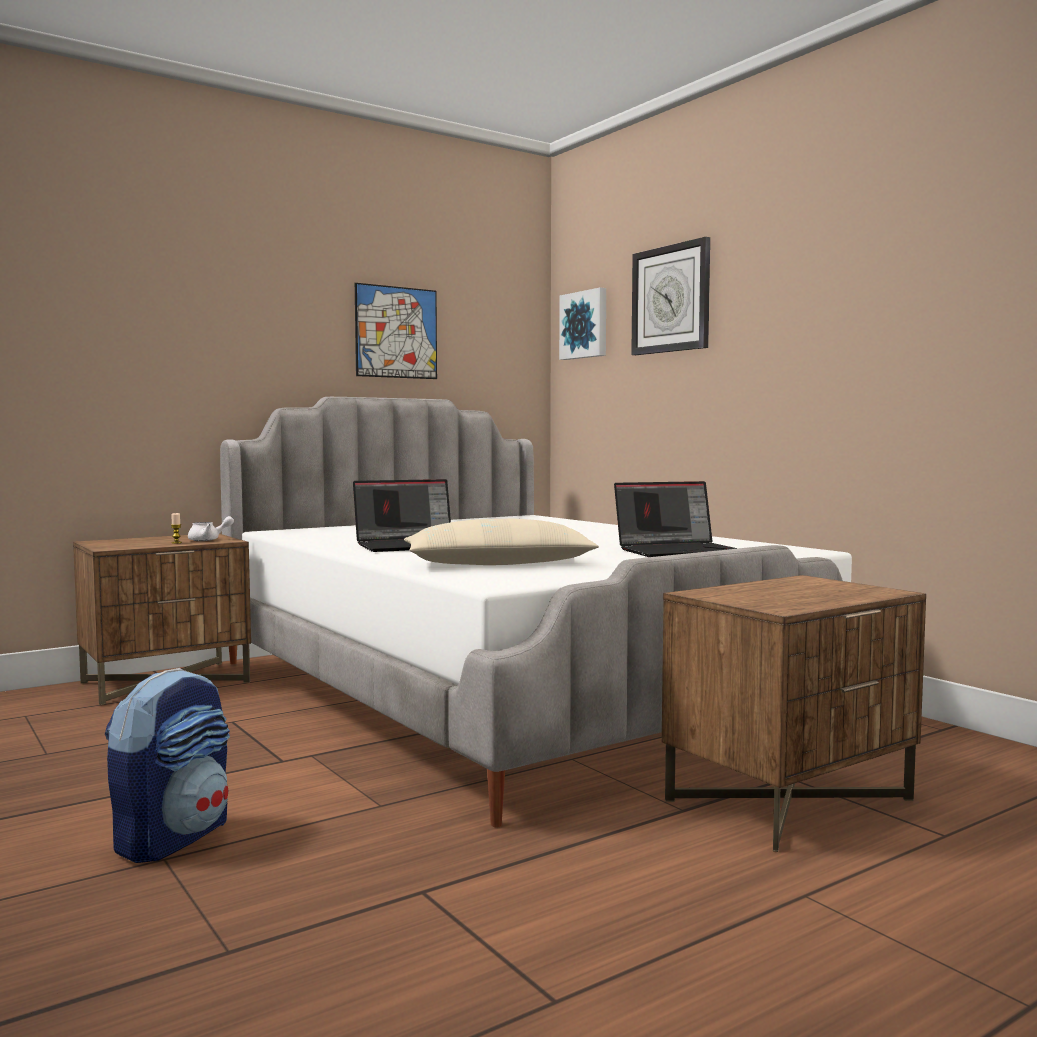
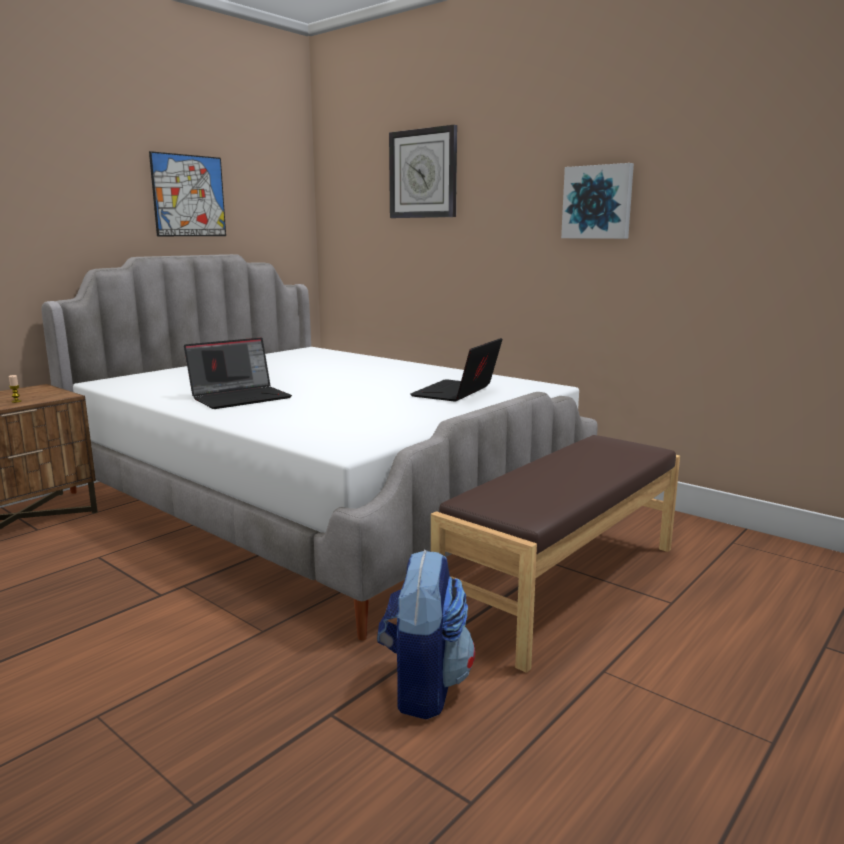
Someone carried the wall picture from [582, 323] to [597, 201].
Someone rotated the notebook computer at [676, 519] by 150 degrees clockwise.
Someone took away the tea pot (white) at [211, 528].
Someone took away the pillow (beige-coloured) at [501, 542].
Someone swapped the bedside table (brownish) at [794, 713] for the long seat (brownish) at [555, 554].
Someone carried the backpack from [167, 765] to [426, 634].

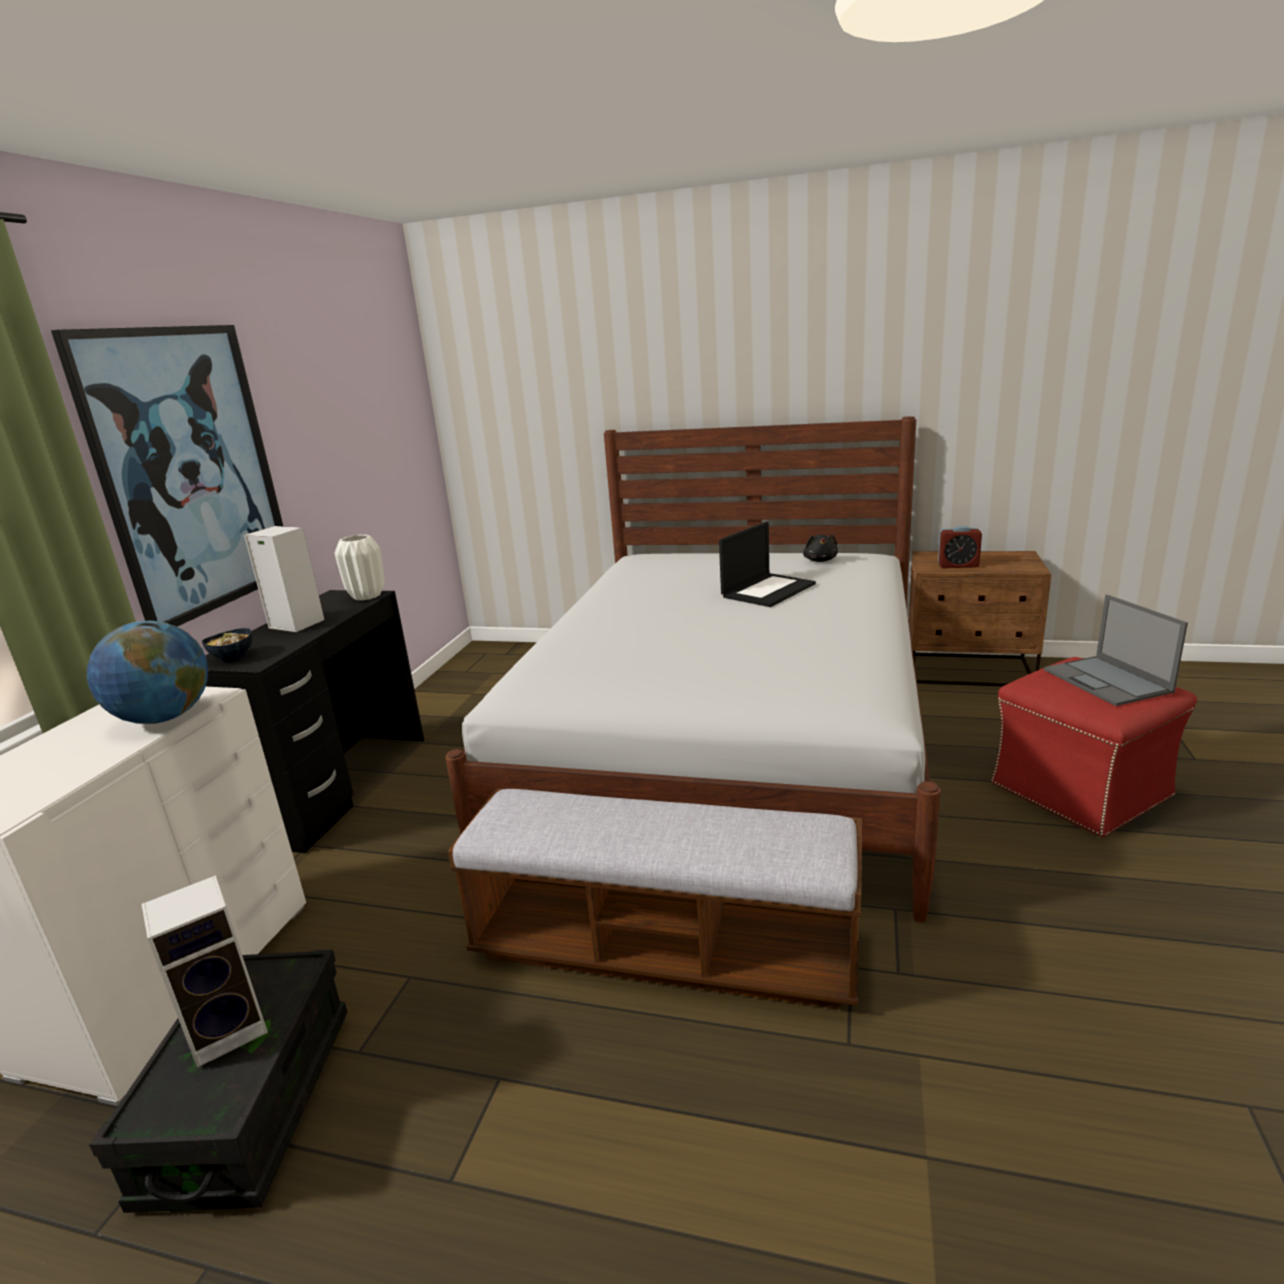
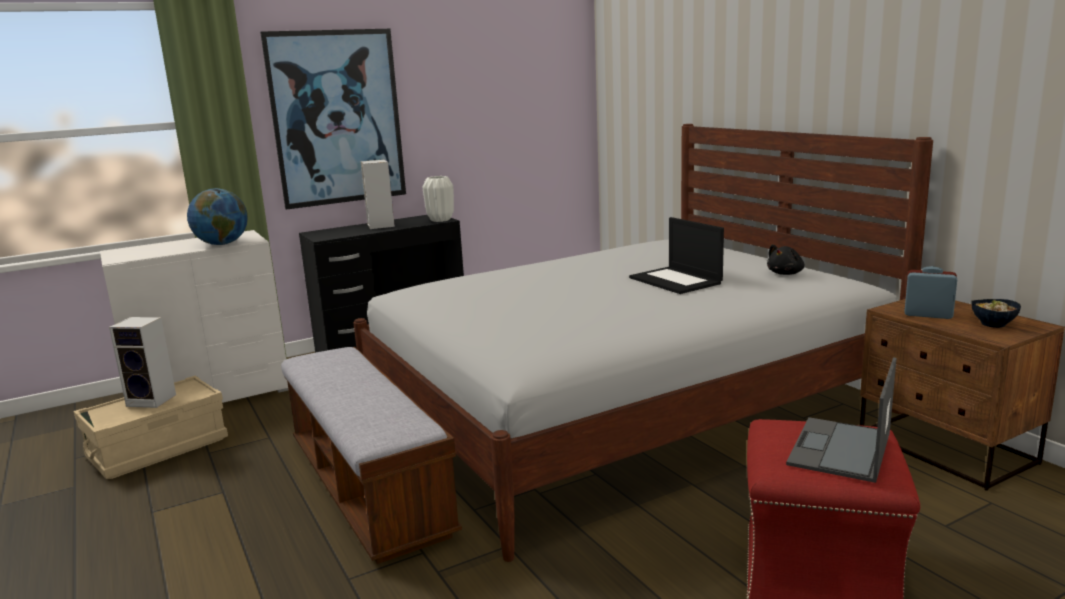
Someone rotated the notebook computer at [767, 564] by 60 degrees clockwise.
Someone rotated the table clock at [960, 547] by 150 degrees clockwise.
Someone carried the bowl from [227, 645] to [996, 313].
Someone repainted the storage bin (black-coloured) at [218, 1081], which became the storage bin (beige-coloured) at [150, 427].

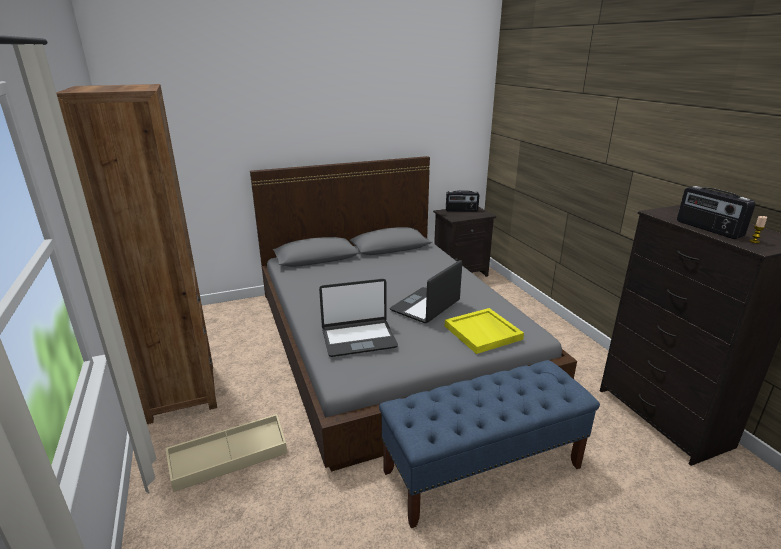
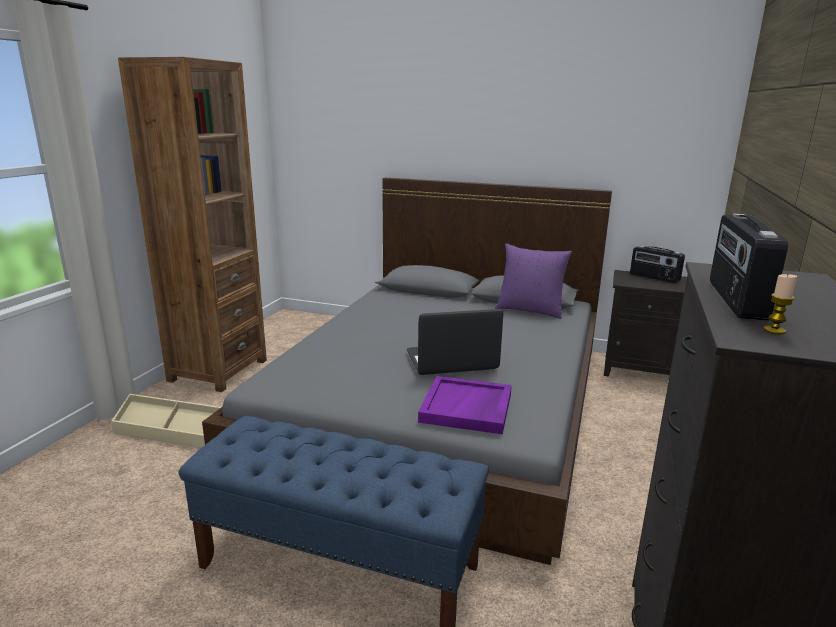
Someone took away the notebook computer at [358, 318].
Someone repainted the tray (yellow-coloured) at [484, 331], which became the tray (purple-coloured) at [465, 405].
Someone put down the pillow (purple-coloured) at [533, 281].

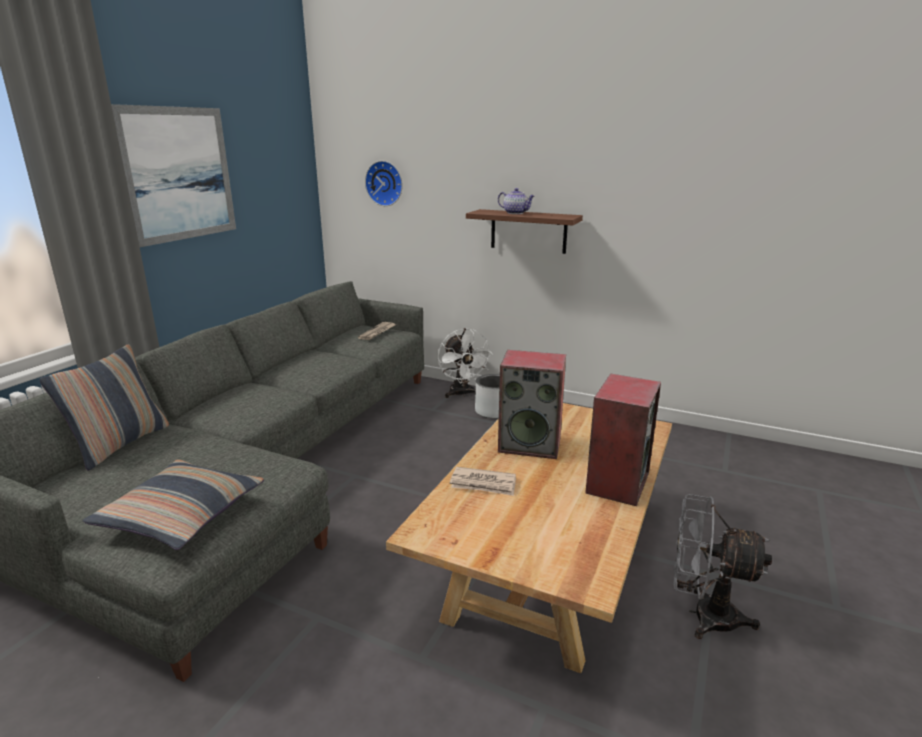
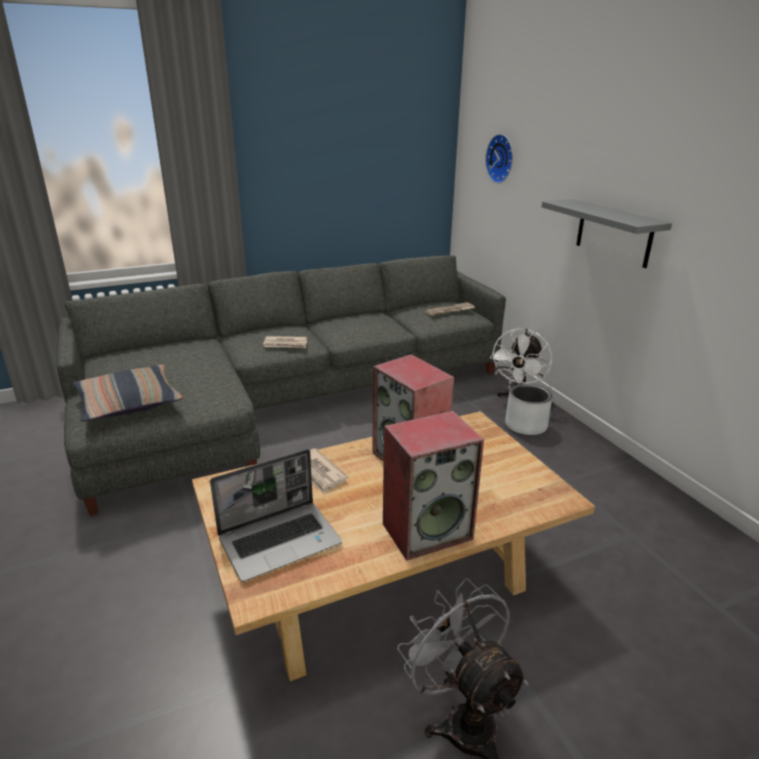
Someone took away the wall picture at [173, 175].
Someone took away the tea pot at [516, 201].
Someone repainted the bracket shelf (brownish) at [524, 231], which became the bracket shelf (gray) at [607, 233].
Someone took away the pillow at [104, 407].
Someone put down the newspaper at [285, 342].
Someone put down the notebook computer at [276, 515].

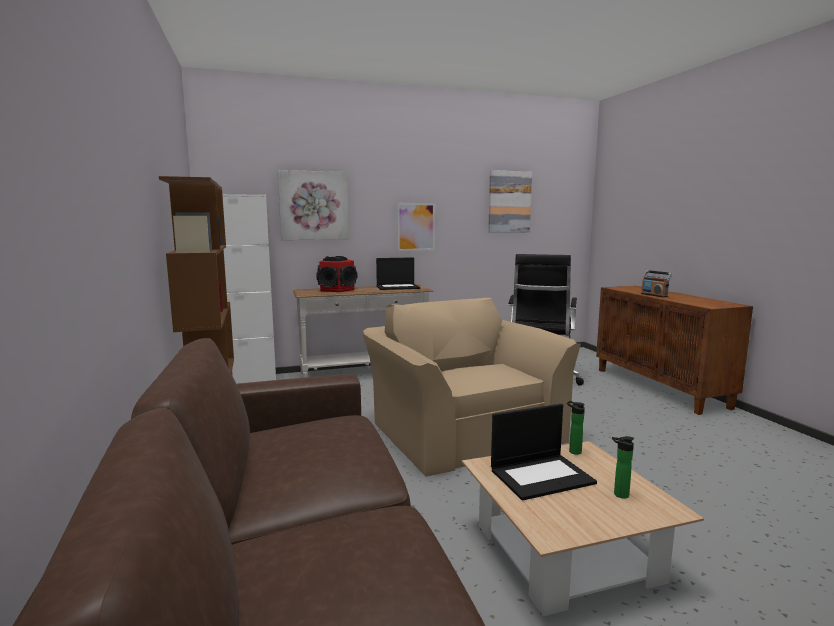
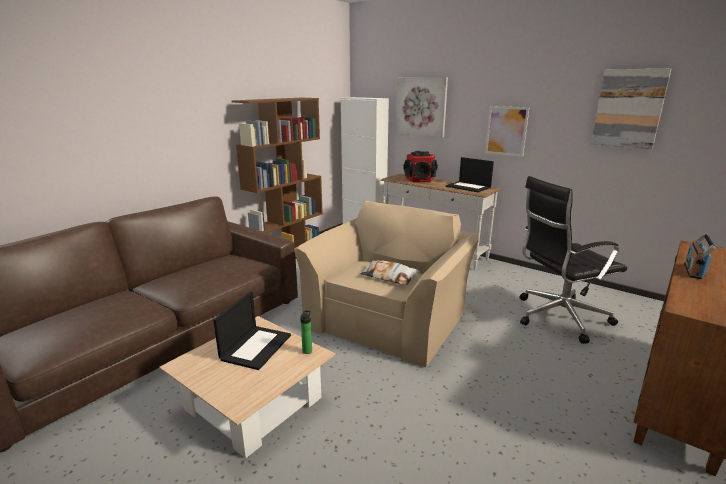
Someone rotated the notebook computer at [544, 452] by 105 degrees counterclockwise.
Someone took away the beverage bottle at [623, 467].
Someone put down the pillow at [390, 272].

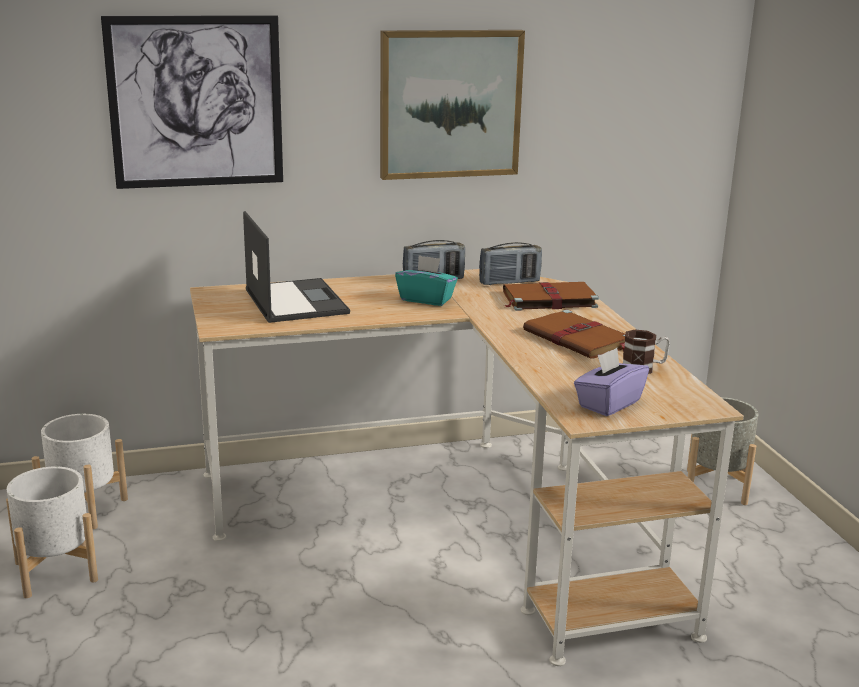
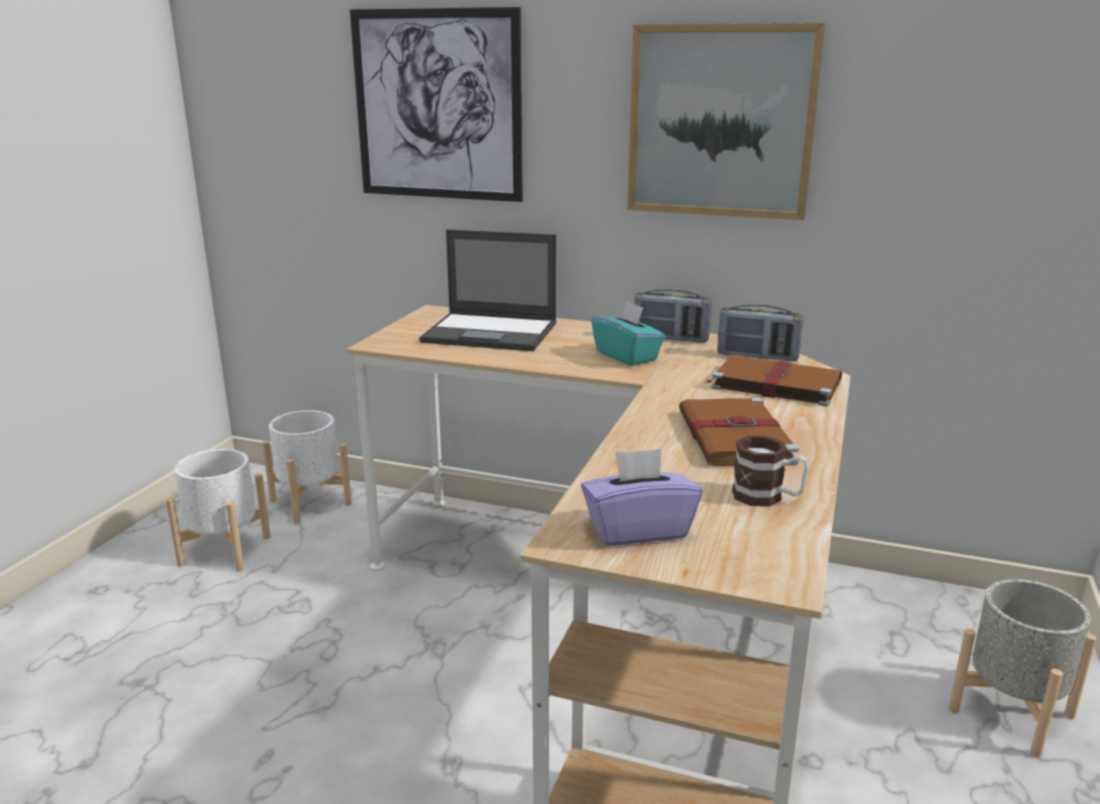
Someone rotated the notebook computer at [296, 267] by 90 degrees clockwise.

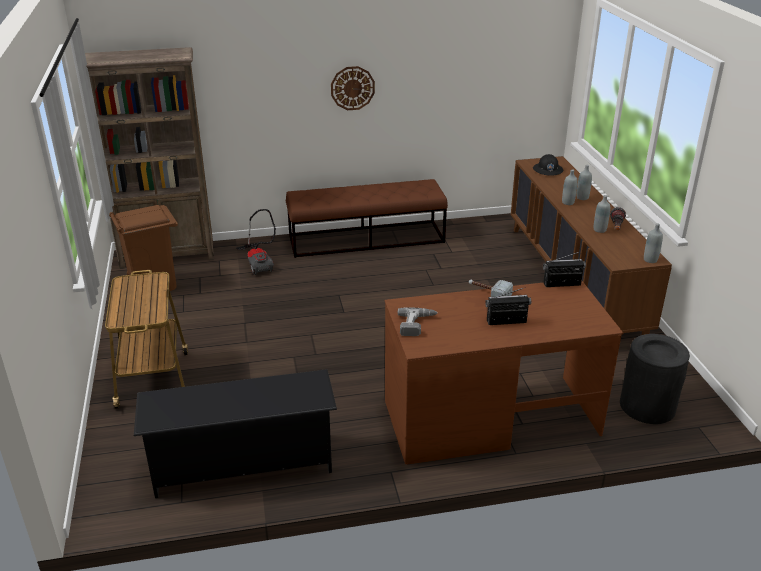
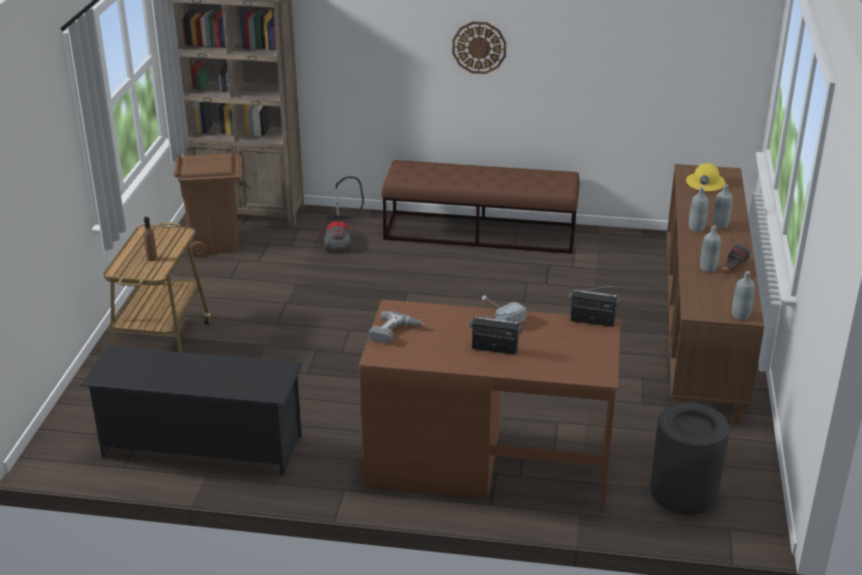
Someone repainted the hard hat (black-coloured) at [548, 164], which became the hard hat (yellow-coloured) at [706, 177].
Someone put down the beverage bottle (brownish) at [150, 238].

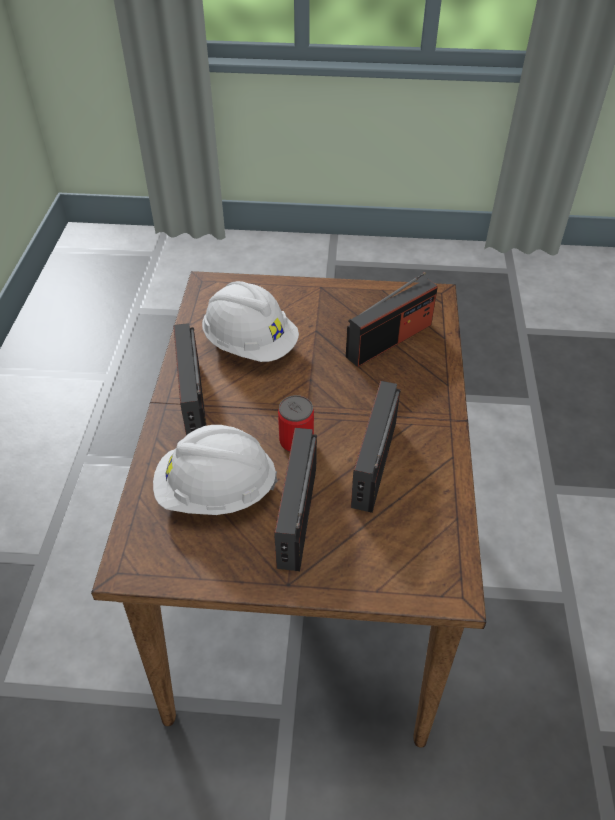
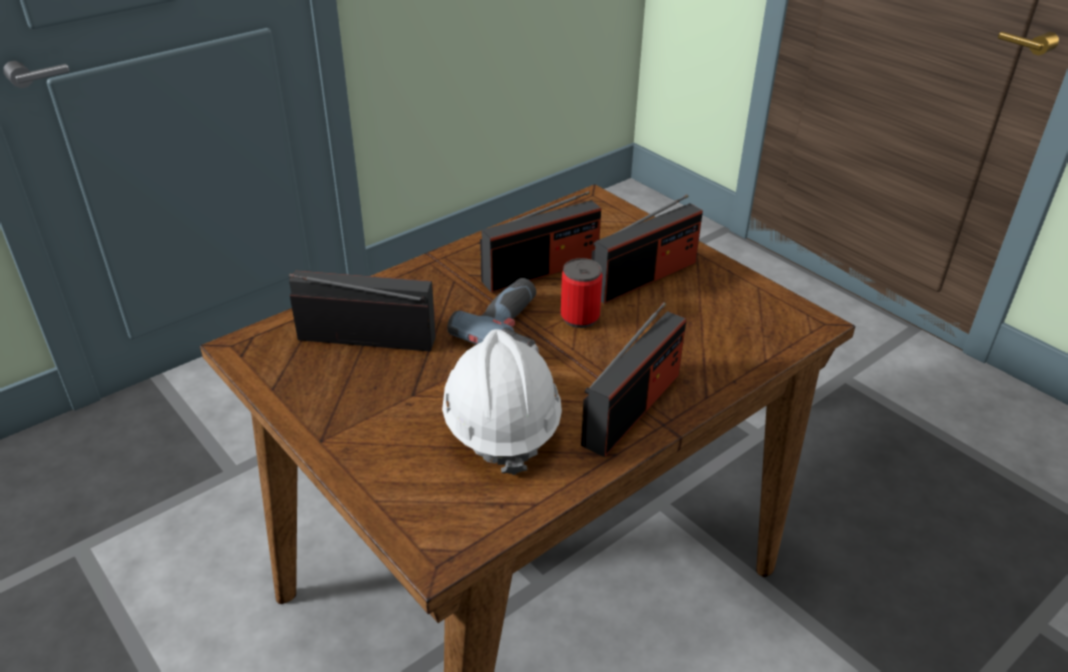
Someone took away the hard hat (white) at [215, 470].
Someone put down the power drill at [493, 315].

